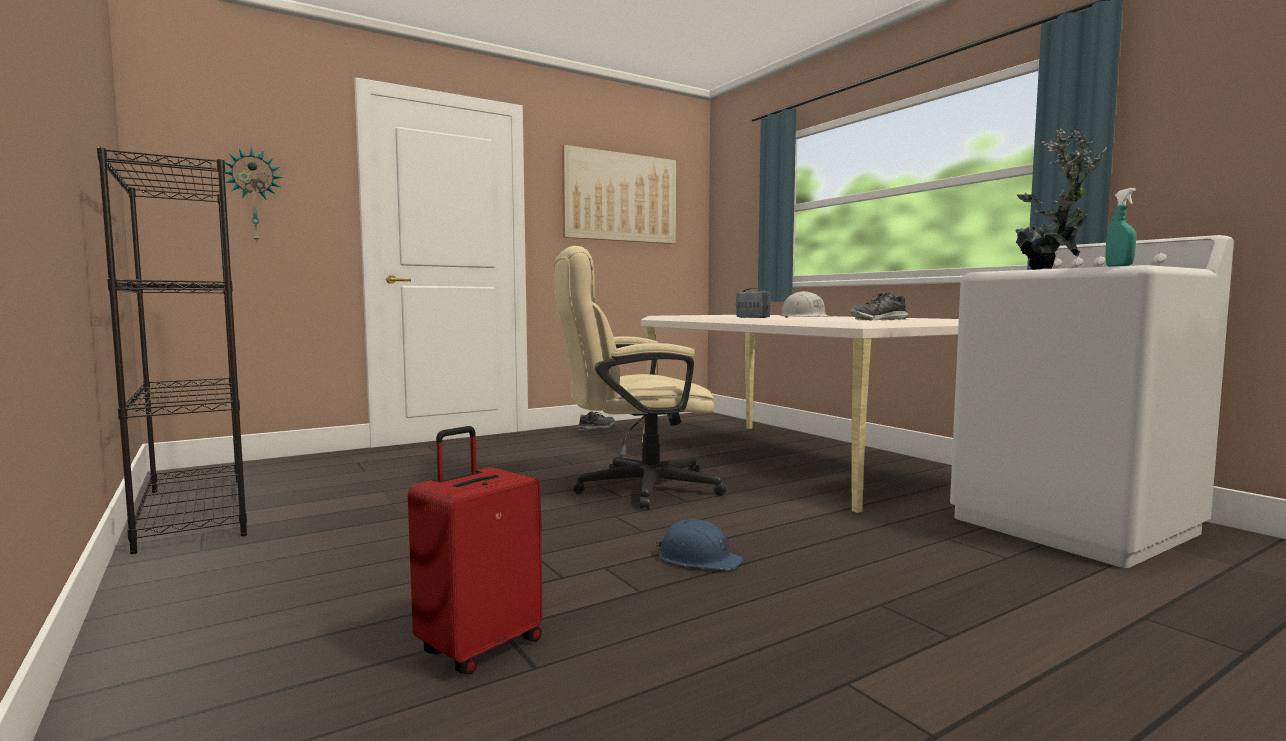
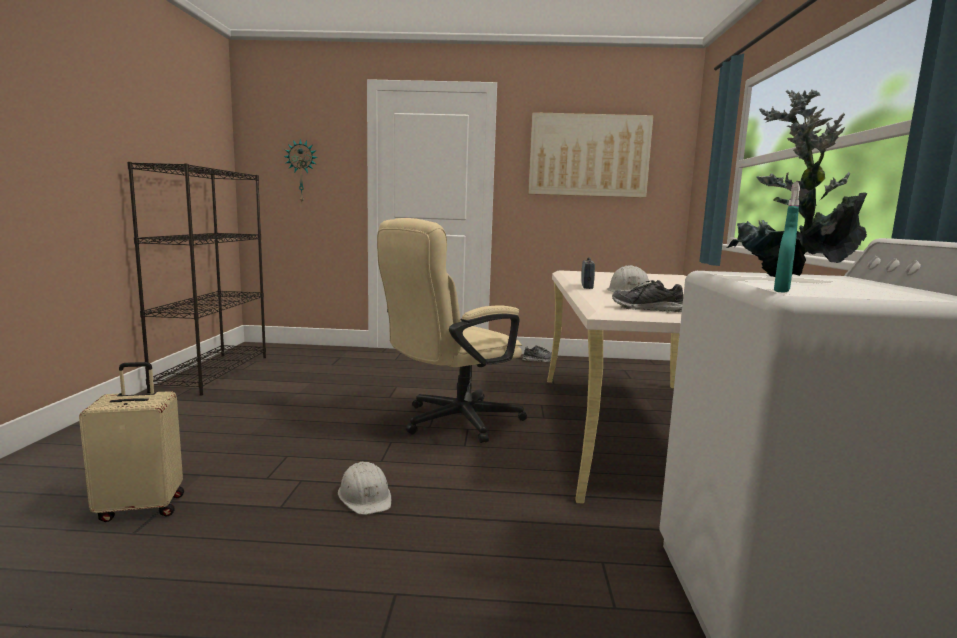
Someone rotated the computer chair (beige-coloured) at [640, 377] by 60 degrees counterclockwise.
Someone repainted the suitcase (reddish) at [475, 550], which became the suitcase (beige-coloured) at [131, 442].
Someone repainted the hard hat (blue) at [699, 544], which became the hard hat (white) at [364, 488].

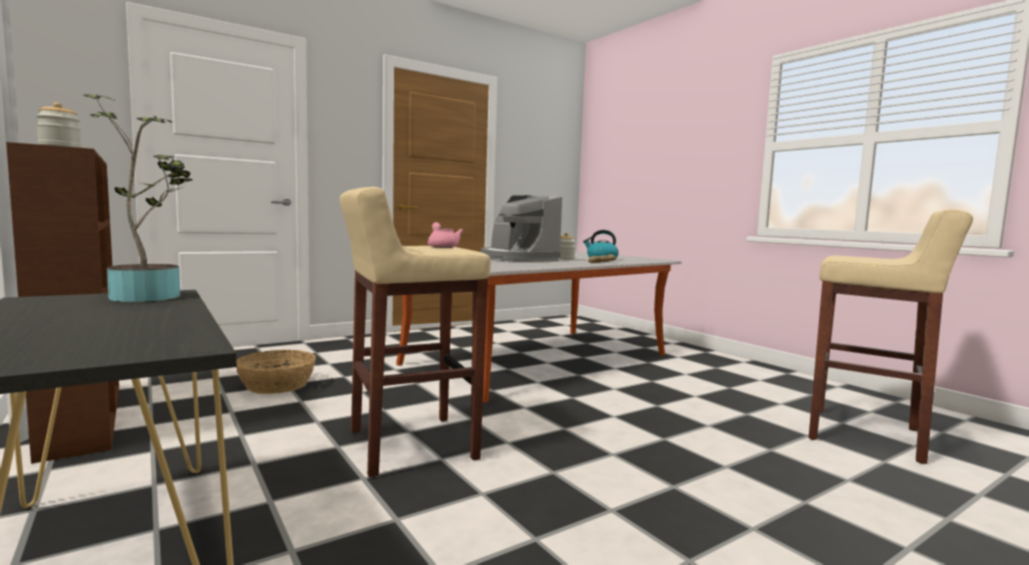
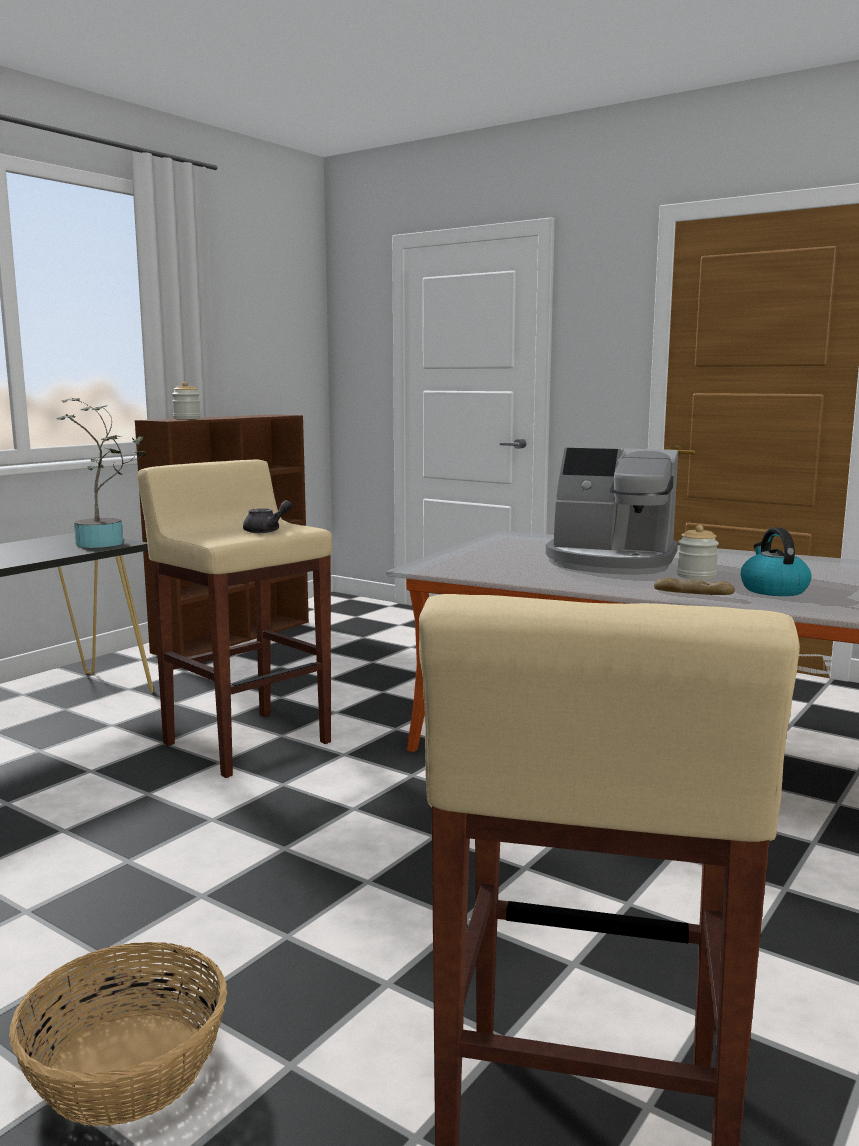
Someone rotated the coffee machine at [521, 228] by 105 degrees counterclockwise.
Someone repainted the tea pot (pinkish) at [445, 235], which became the tea pot (gray) at [267, 516].
Someone carried the storage basket from [276, 372] to [118, 1034].

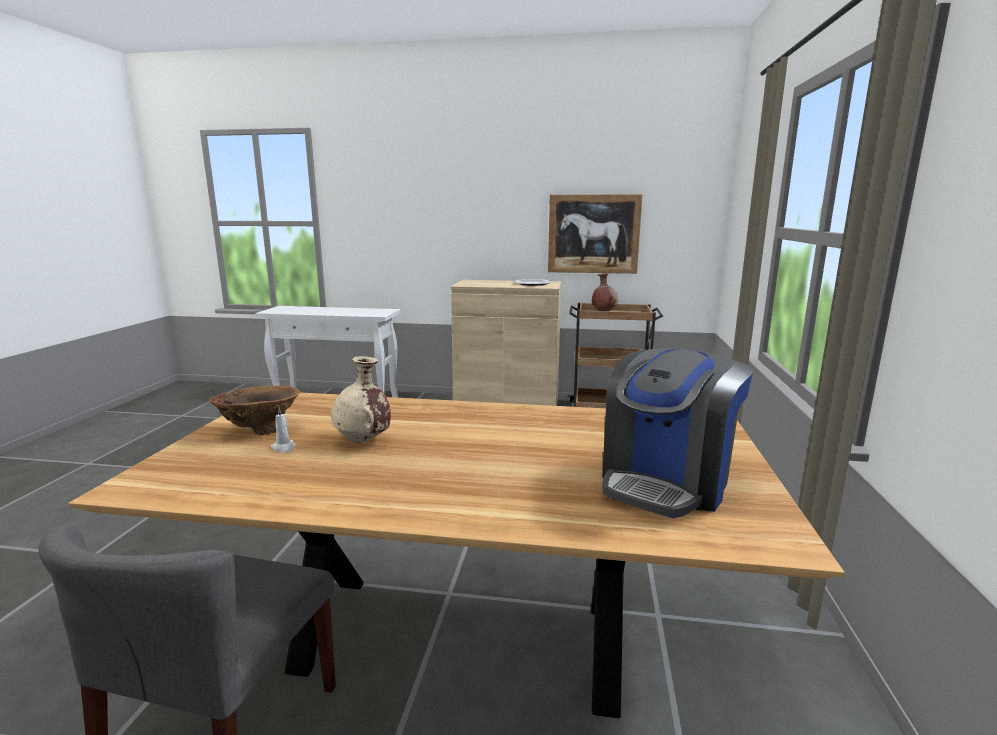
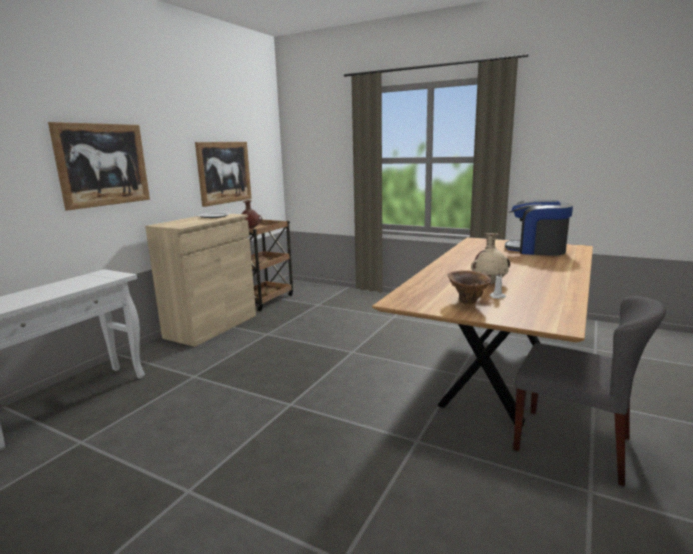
Someone rotated the coffee machine at [677, 433] by 150 degrees clockwise.
Someone put up the wall picture at [99, 166].

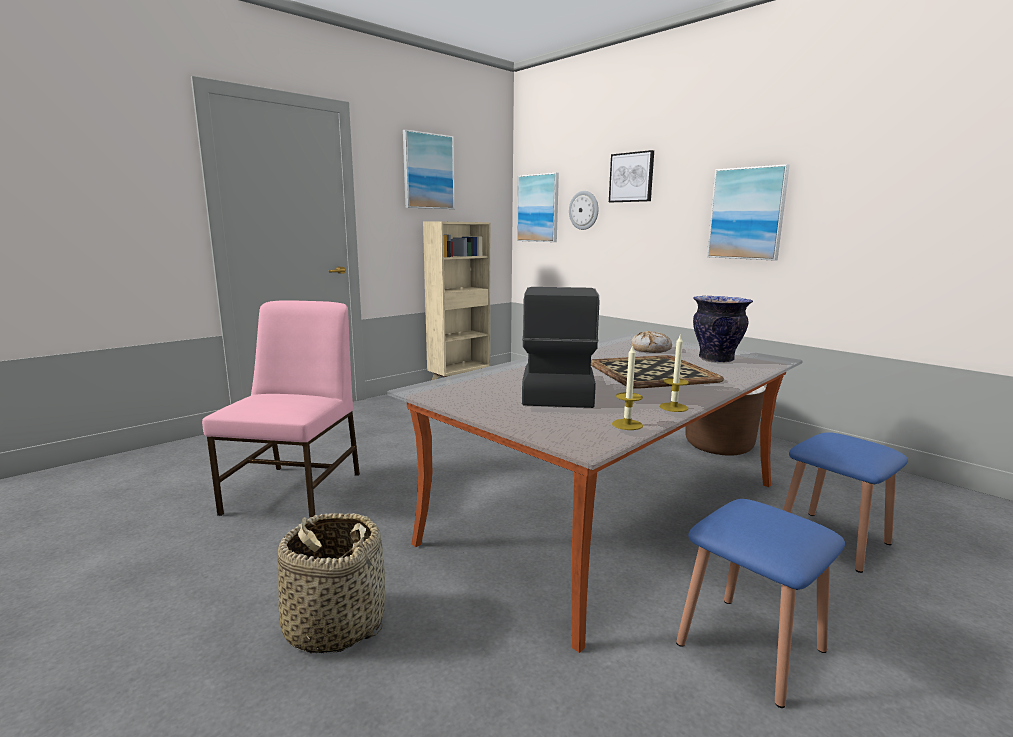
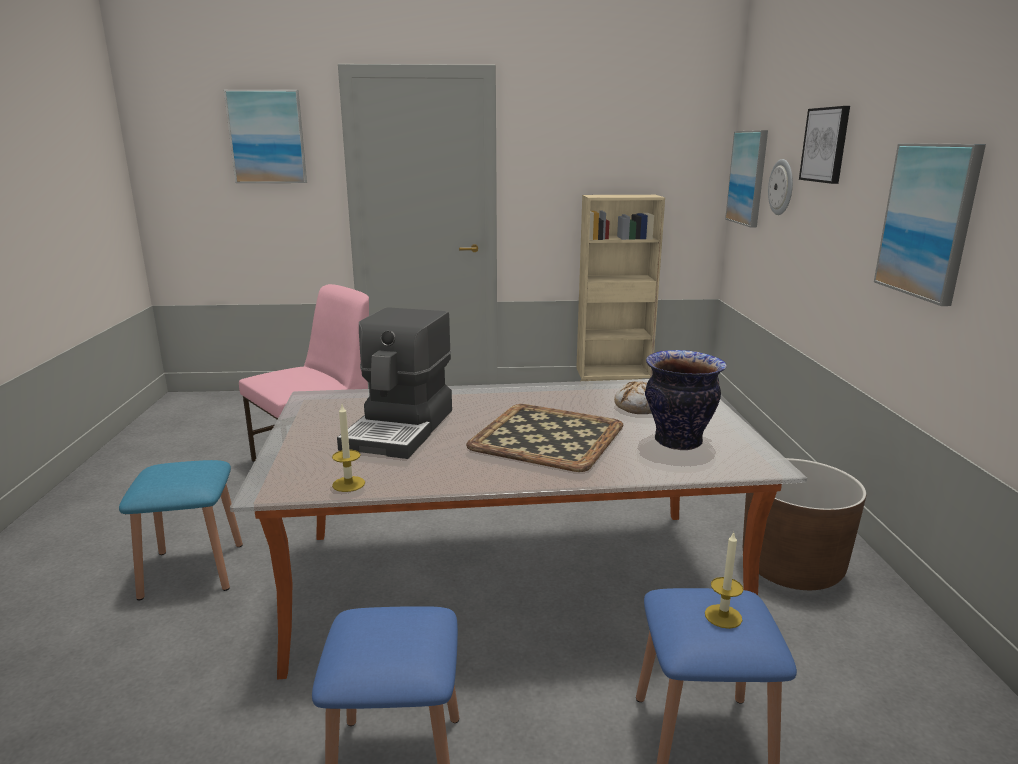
Someone carried the wall picture from [428, 169] to [265, 136].
Someone rotated the coffee machine at [561, 347] by 150 degrees clockwise.
Someone carried the wax candle from [674, 374] to [724, 580].
Someone swapped the storage basket at [331, 583] for the stool seat (blue) at [181, 530].

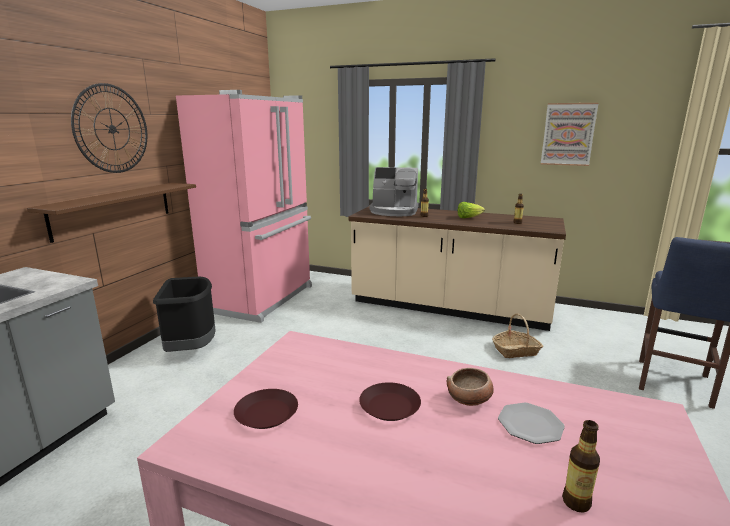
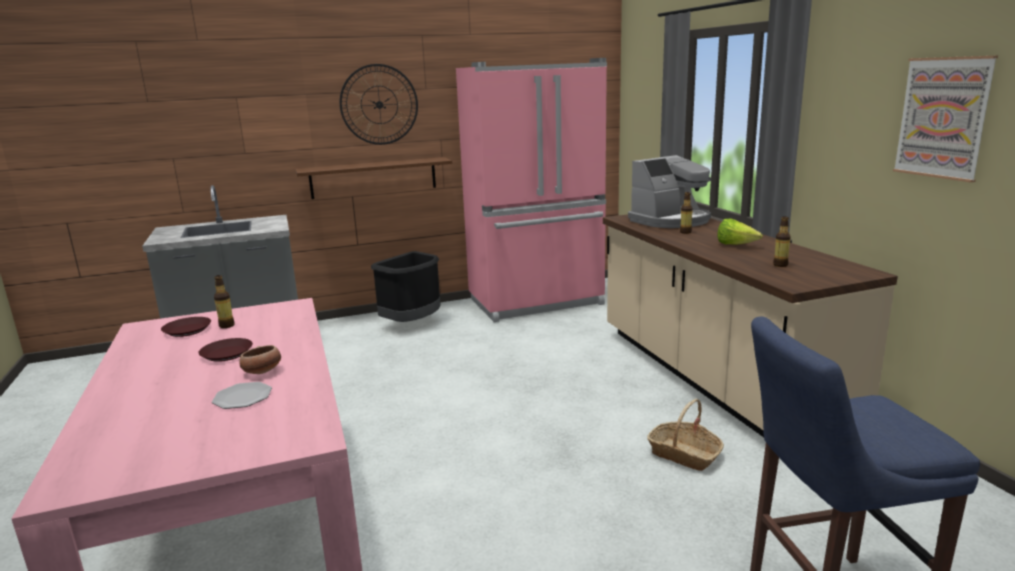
Someone rotated the coffee machine at [394, 191] by 90 degrees counterclockwise.
Someone carried the beverage bottle from [581, 466] to [224, 301].

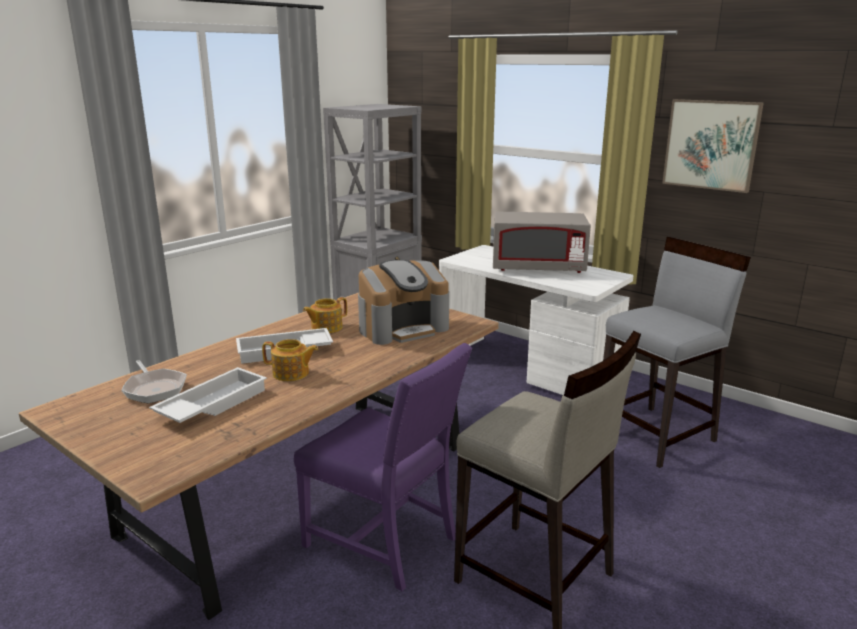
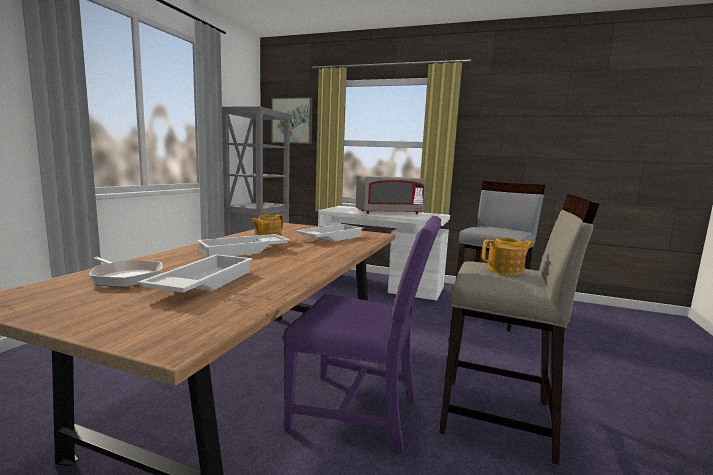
Someone carried the wall picture from [713, 146] to [292, 120].
Someone swapped the coffee machine at [403, 302] for the tray (white) at [330, 232].
Someone carried the tea pot from [290, 360] to [508, 256].

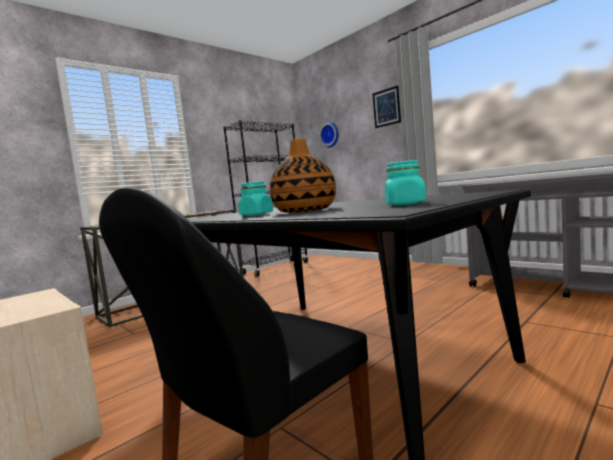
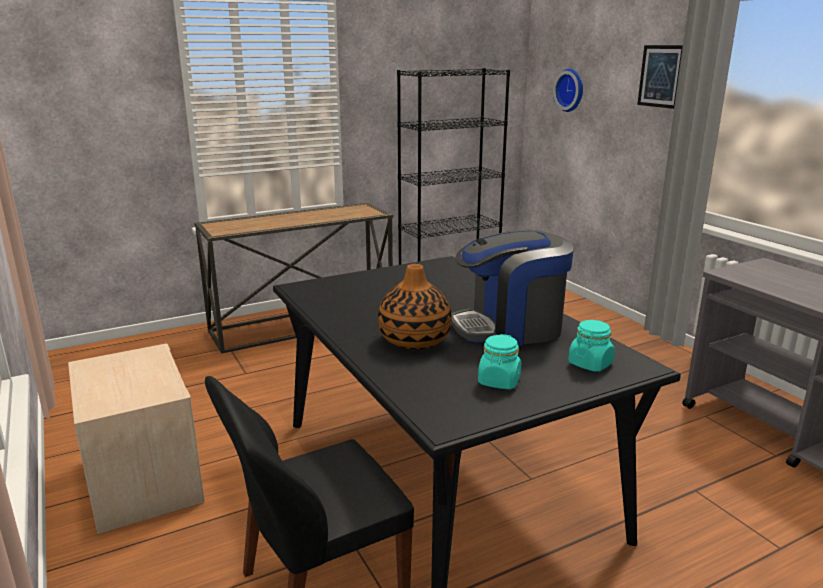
Someone carried the preserve jar (blue-green) from [255, 198] to [591, 346].
Someone put down the coffee machine at [512, 288].

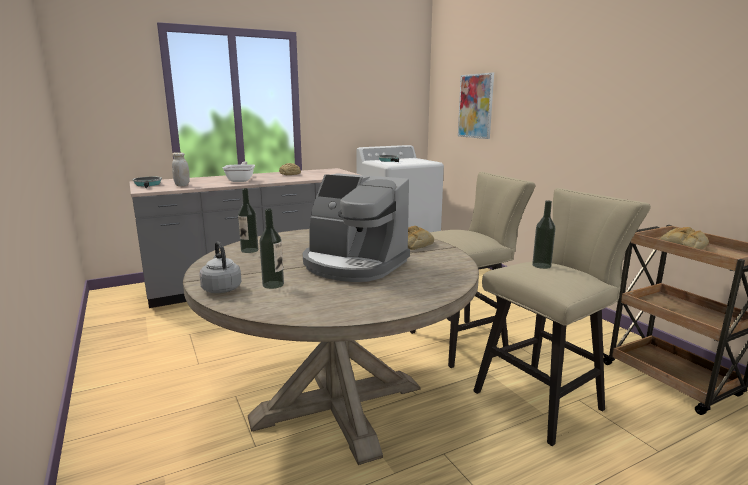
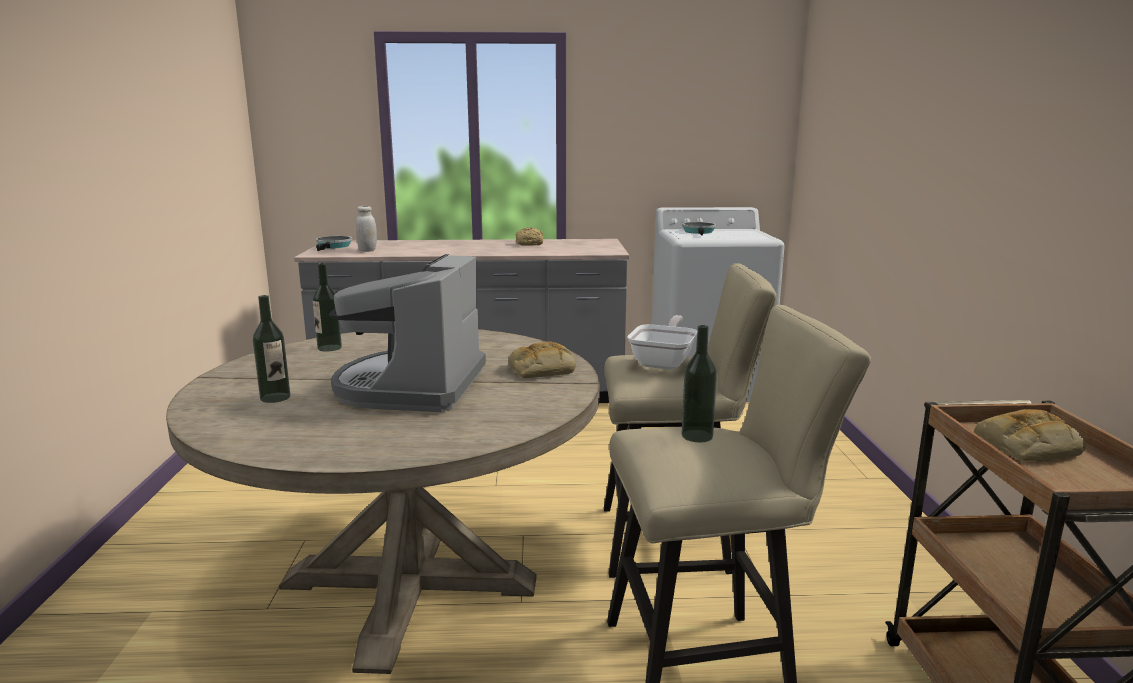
Someone took away the wall picture at [476, 106].
Someone carried the pan from [239, 171] to [662, 342].
Someone rotated the coffee machine at [356, 227] by 45 degrees clockwise.
Someone took away the kettle (gray) at [220, 267].

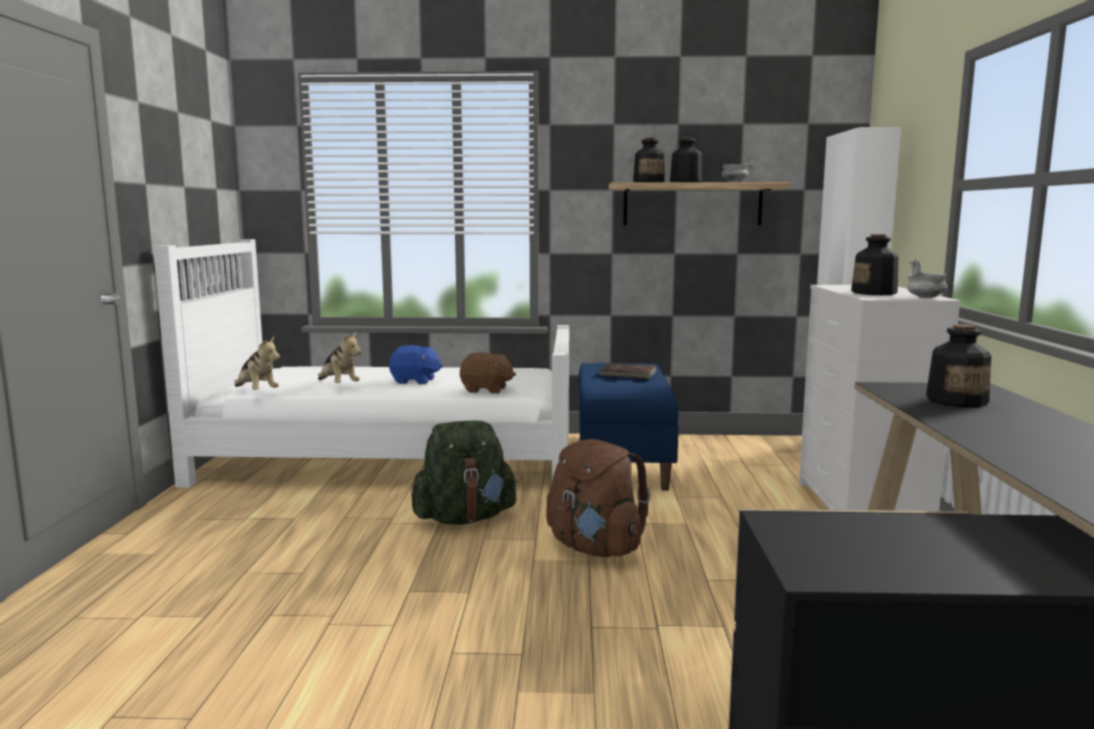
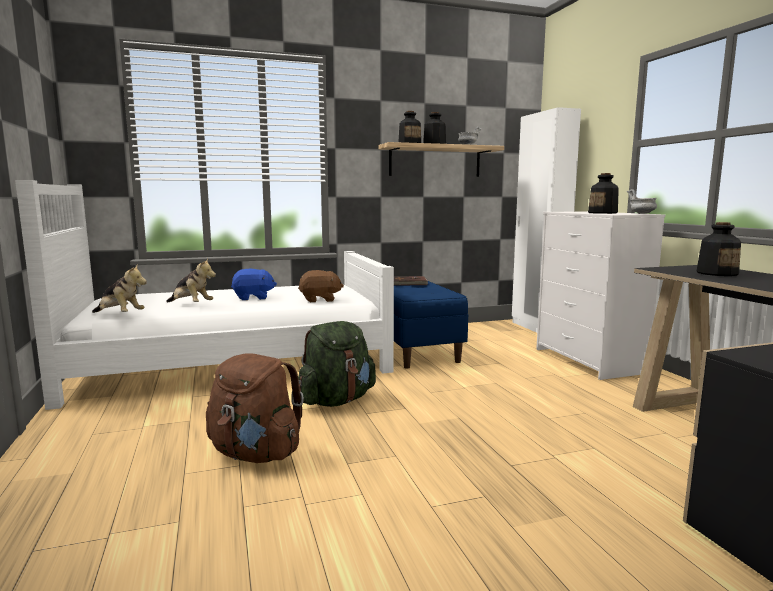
Someone carried the backpack (brownish) from [598, 498] to [255, 408].

